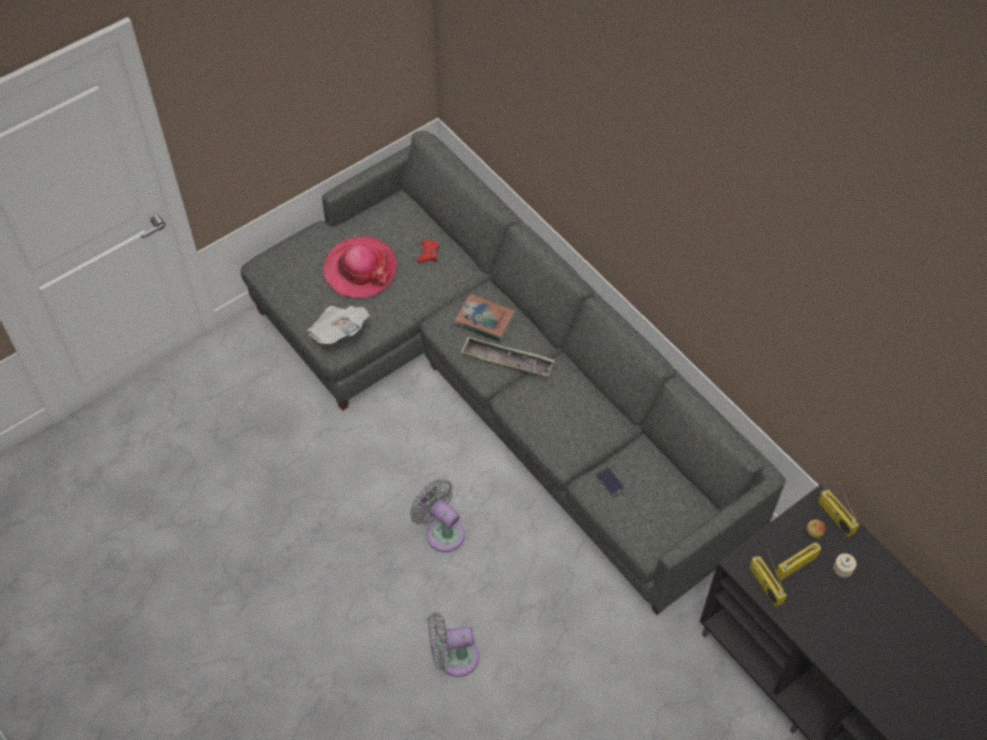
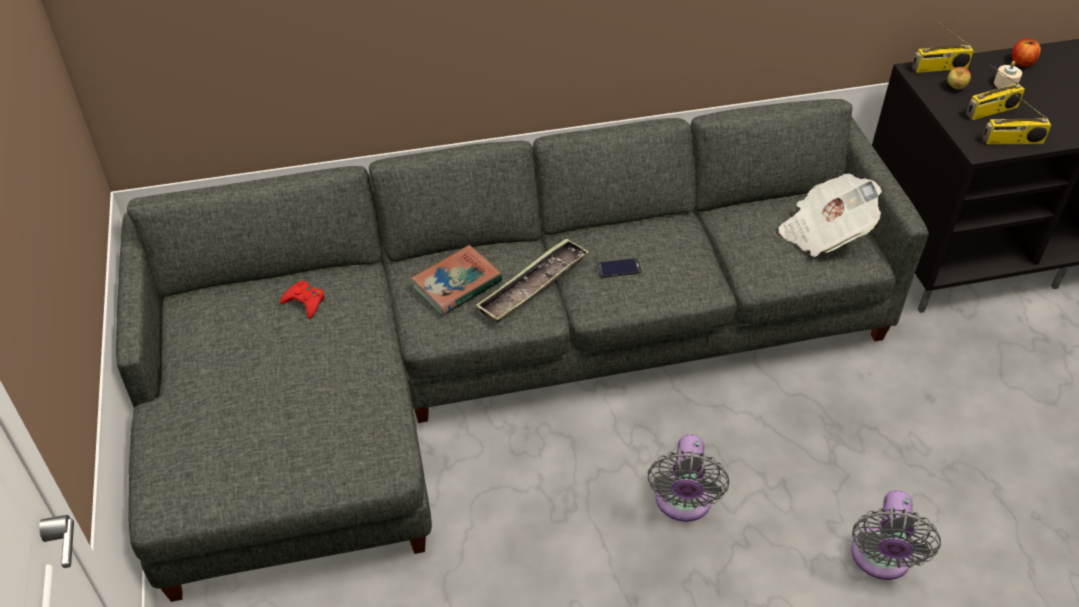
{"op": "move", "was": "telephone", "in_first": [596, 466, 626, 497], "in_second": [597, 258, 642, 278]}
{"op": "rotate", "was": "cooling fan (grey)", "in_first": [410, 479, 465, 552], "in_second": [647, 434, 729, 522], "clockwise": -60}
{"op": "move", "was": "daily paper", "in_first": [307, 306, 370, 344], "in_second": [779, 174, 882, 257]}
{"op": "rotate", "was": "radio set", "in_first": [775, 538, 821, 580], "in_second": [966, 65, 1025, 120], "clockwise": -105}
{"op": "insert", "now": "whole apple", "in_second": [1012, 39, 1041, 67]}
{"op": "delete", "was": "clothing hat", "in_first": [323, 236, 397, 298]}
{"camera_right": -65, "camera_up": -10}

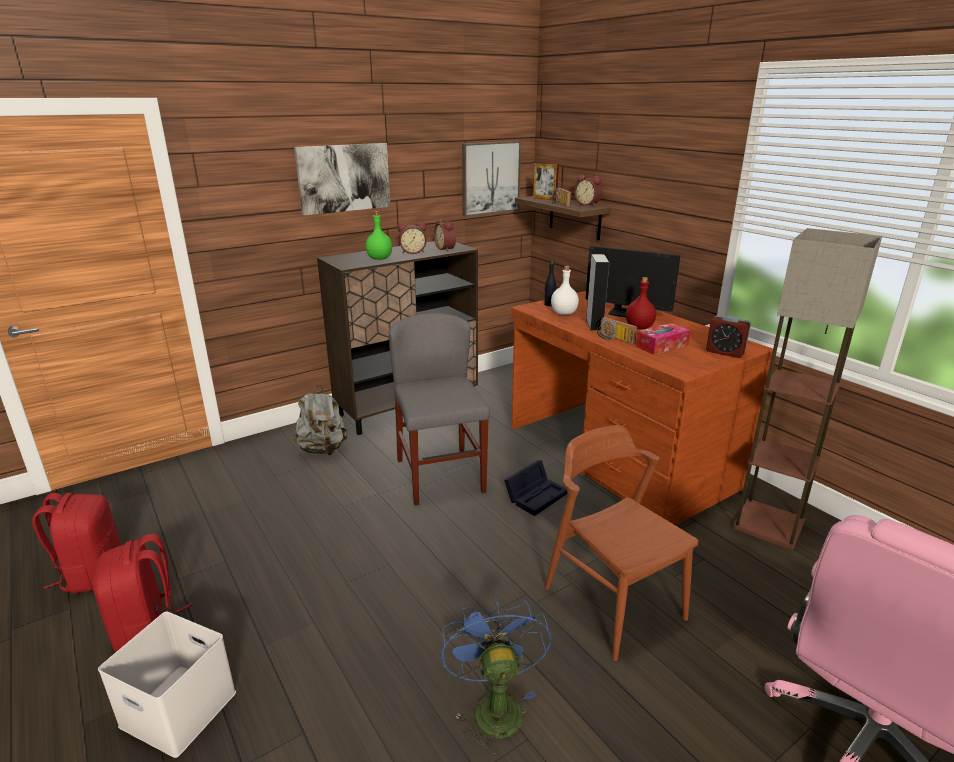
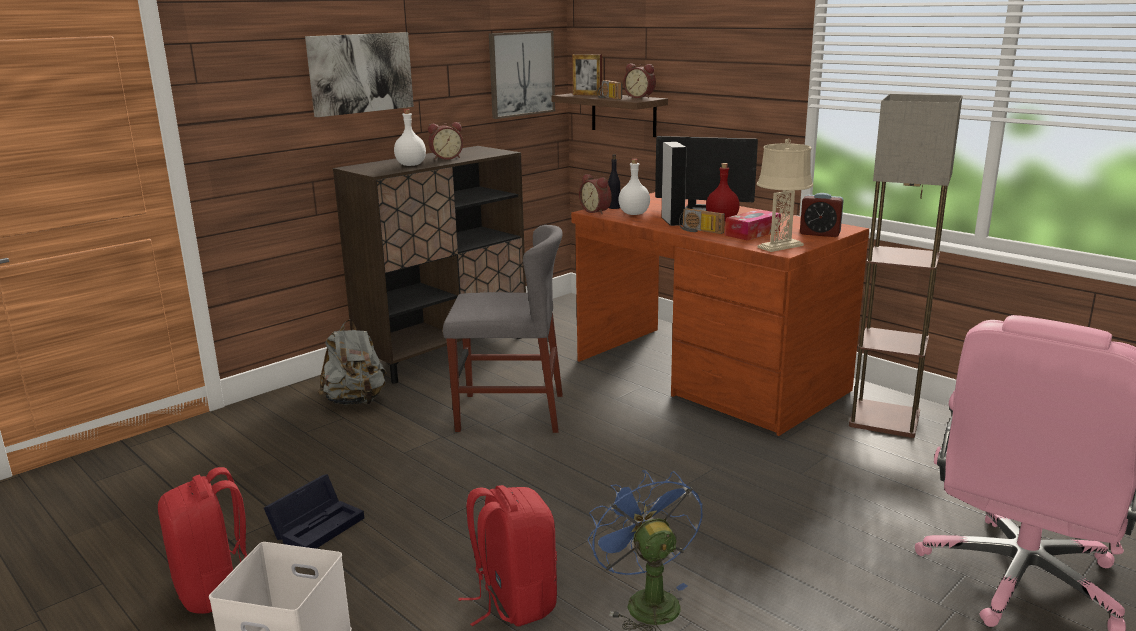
{"op": "move", "was": "storage container (black-coloured)", "in_first": [504, 460, 567, 516], "in_second": [264, 474, 364, 549]}
{"op": "recolor", "was": "drink bottle (greenish)", "now": "drink bottle (white-coloured)", "in_first": [365, 211, 392, 260], "in_second": [394, 109, 426, 166]}
{"op": "rotate", "was": "plain chair (grey)", "in_first": [389, 313, 490, 506], "in_second": [443, 225, 563, 433], "clockwise": 120}
{"op": "move", "was": "knapsack (red)", "in_first": [32, 493, 121, 594], "in_second": [458, 485, 557, 626]}
{"op": "move", "was": "table clock", "in_first": [434, 218, 456, 251], "in_second": [579, 174, 612, 214]}
{"op": "insert", "now": "lamp for a table (beige-coloured)", "in_second": [757, 139, 813, 252]}
{"op": "delete", "was": "plain chair (brownish)", "in_first": [545, 425, 698, 661]}
{"camera_right": -10, "camera_up": -5}

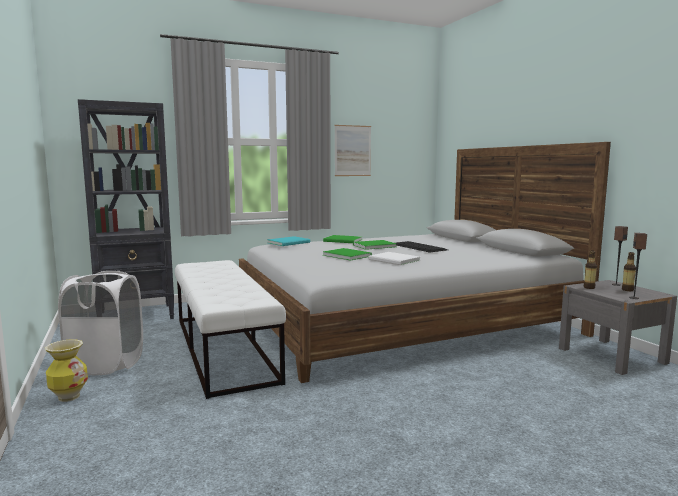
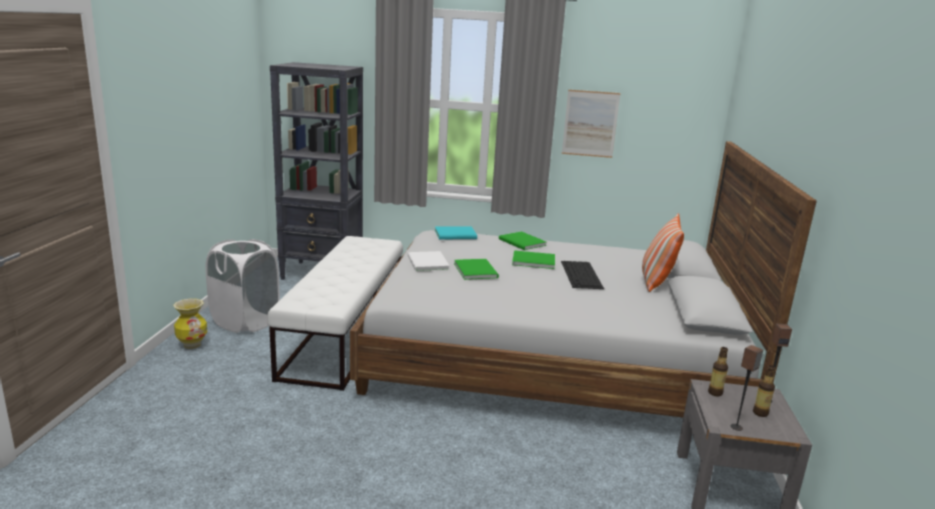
{"op": "move", "was": "bound book (white-coloured)", "in_first": [369, 252, 420, 265], "in_second": [408, 251, 449, 271]}
{"op": "insert", "now": "pillow", "in_second": [642, 214, 684, 292]}
{"camera_right": 30, "camera_up": 10}

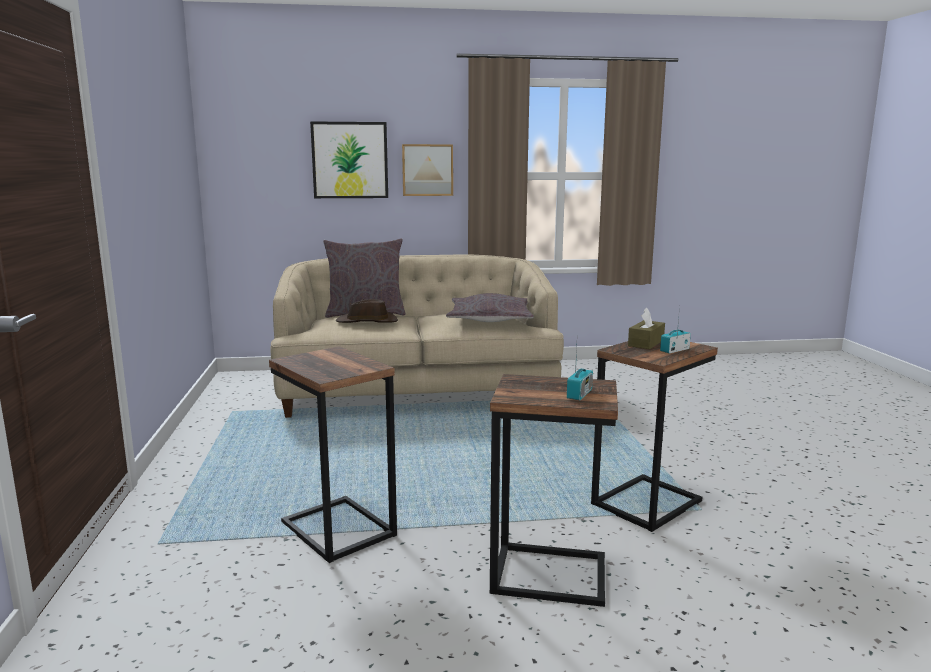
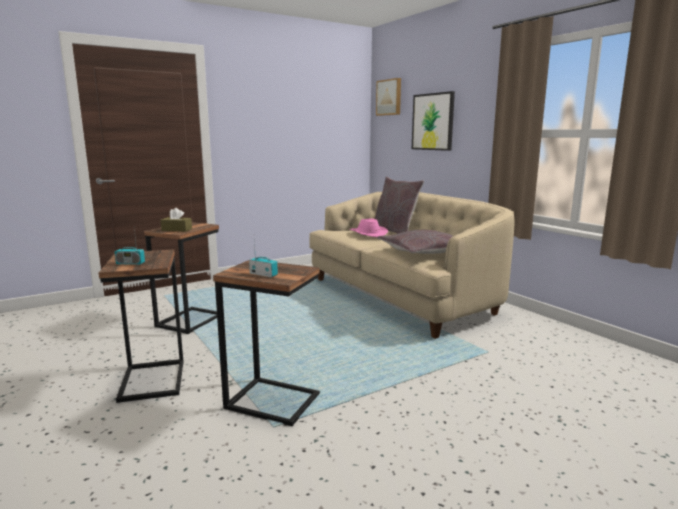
{"op": "move", "was": "tissue box (brownish)", "in_first": [628, 308, 665, 349], "in_second": [160, 208, 192, 232]}
{"op": "recolor", "was": "clothing hat (brownish)", "now": "clothing hat (pink-coloured)", "in_first": [336, 299, 398, 323], "in_second": [350, 218, 388, 237]}
{"op": "move", "was": "picture", "in_first": [402, 144, 453, 196], "in_second": [376, 78, 401, 116]}
{"camera_right": 65, "camera_up": 0}

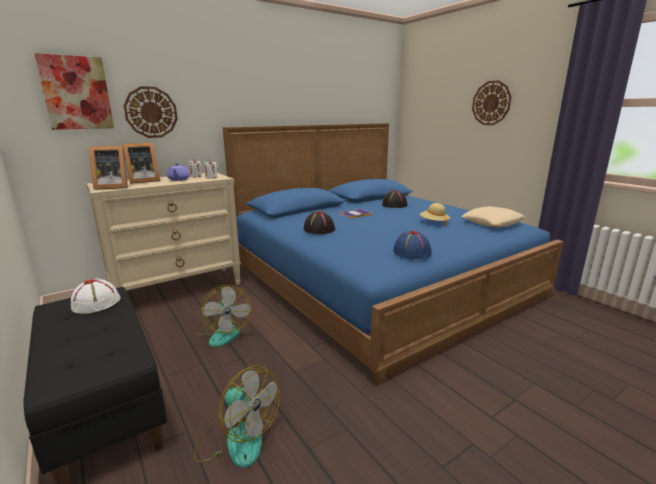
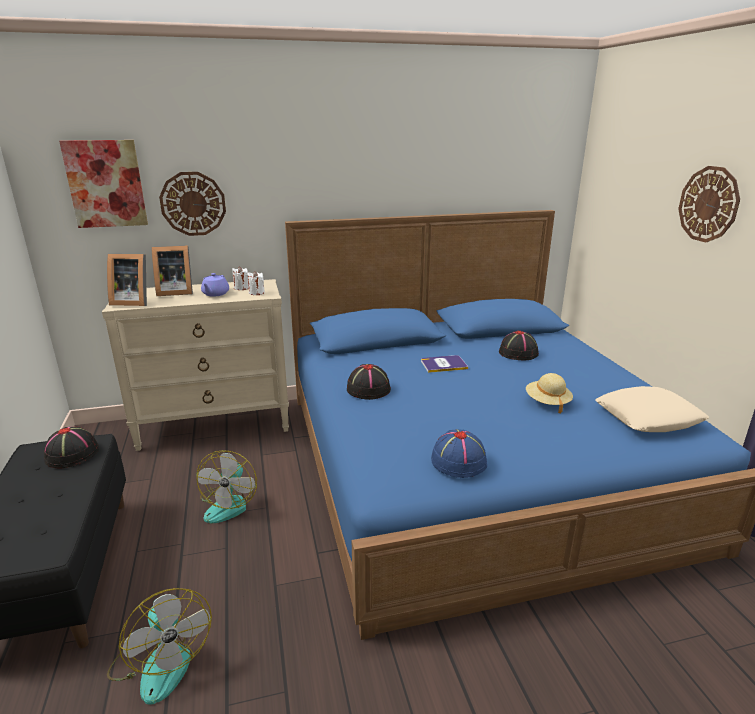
{"op": "recolor", "was": "clothing hat (white-coloured)", "now": "clothing hat (black-coloured)", "in_first": [71, 279, 121, 314], "in_second": [44, 426, 99, 468]}
{"camera_right": 20, "camera_up": 5}

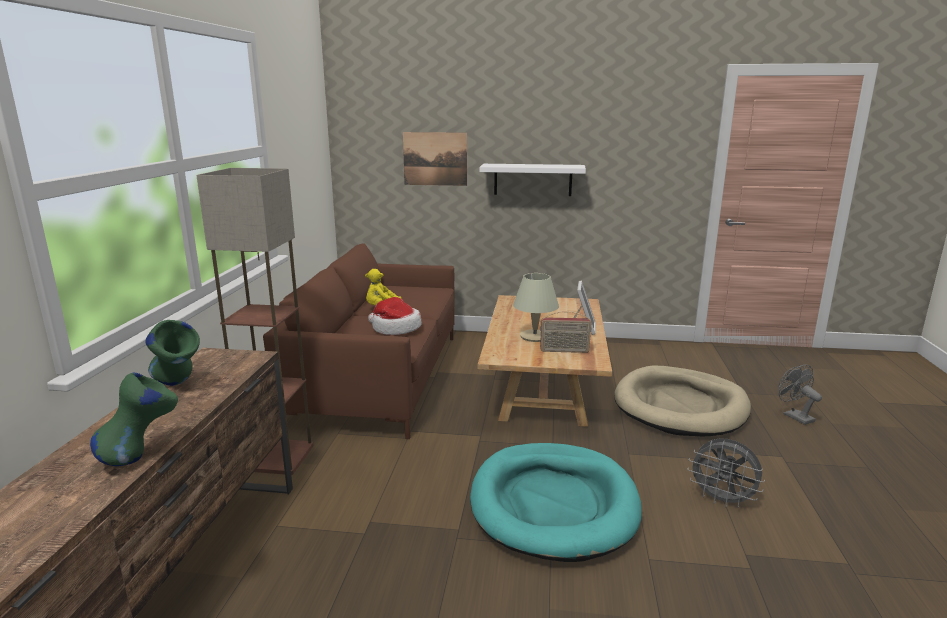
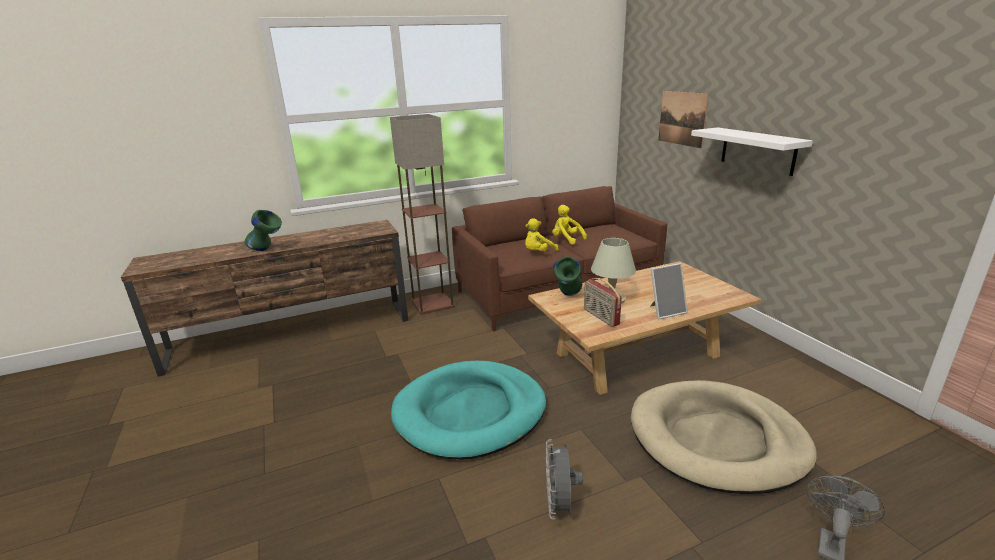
{"op": "replace", "was": "clothing hat", "now": "soft toy (yellow-coloured)", "in_first": [368, 297, 422, 335], "in_second": [525, 218, 559, 251]}
{"op": "move", "was": "decorative vase (greenish)", "in_first": [145, 320, 200, 386], "in_second": [553, 256, 582, 296]}
{"camera_right": 60, "camera_up": 5}

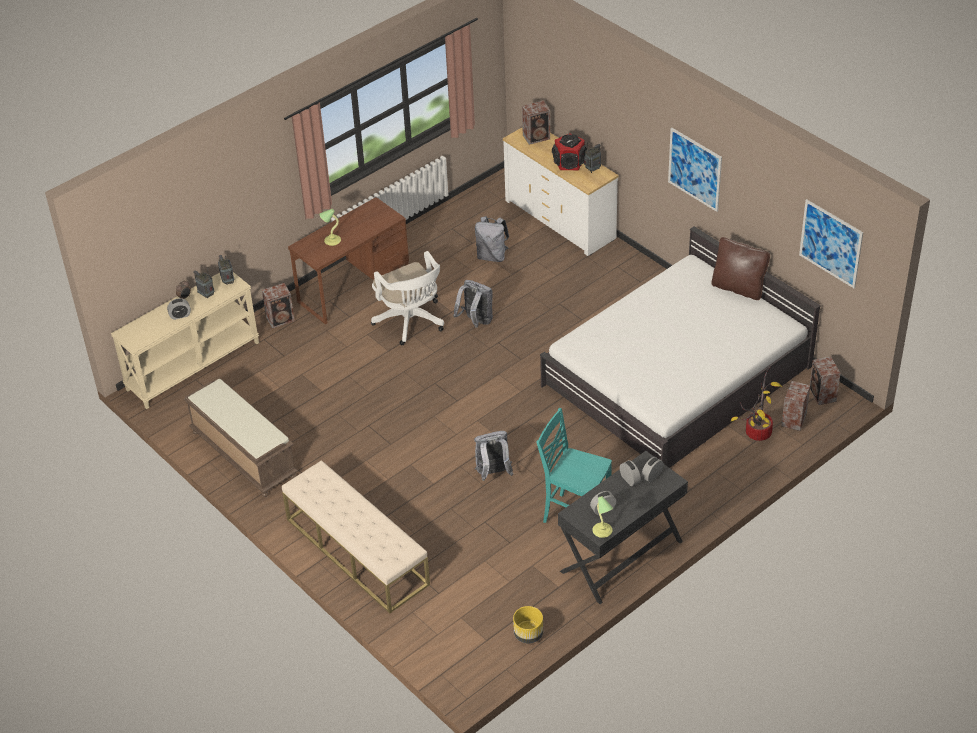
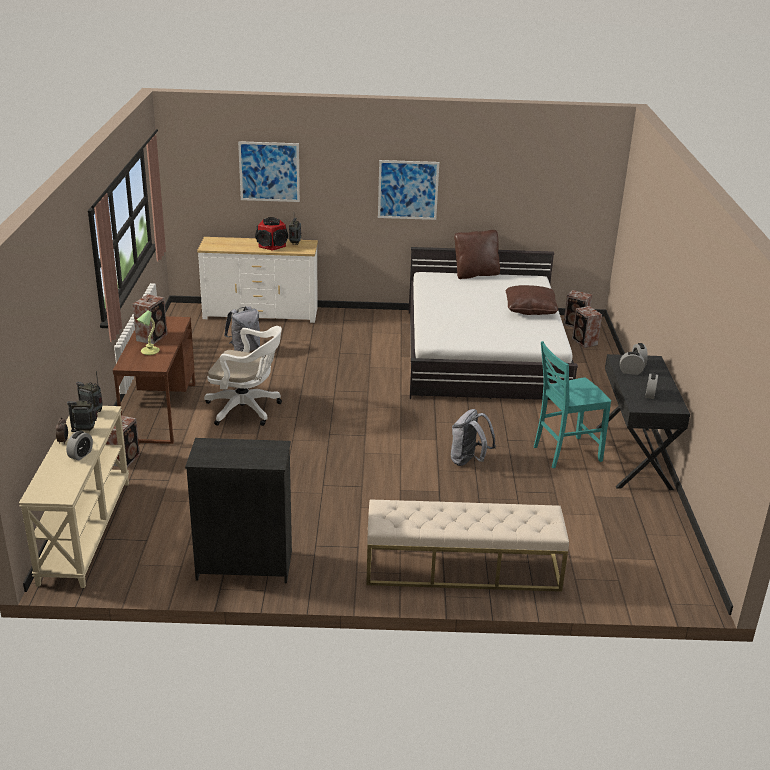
{"op": "move", "was": "loudspeaker", "in_first": [522, 101, 550, 145], "in_second": [133, 294, 167, 344]}
{"op": "replace", "was": "indoor bench (brownish)", "now": "dresser (black-coloured)", "in_first": [183, 378, 298, 497], "in_second": [185, 438, 292, 583]}
{"op": "move", "was": "picture", "in_first": [799, 199, 863, 289], "in_second": [238, 141, 300, 202]}
{"op": "insert", "now": "pillow (brownish)", "in_second": [505, 285, 558, 315]}
{"op": "delete", "was": "knapsack (grey)", "in_first": [453, 280, 493, 328]}
{"op": "delete", "was": "flower pot (yellow-coloured)", "in_first": [513, 606, 543, 643]}
{"op": "delete", "was": "lamp for a table", "in_first": [592, 496, 613, 538]}
{"op": "delete", "was": "houseplant", "in_first": [731, 366, 783, 441]}
{"camera_right": -50, "camera_up": -15}

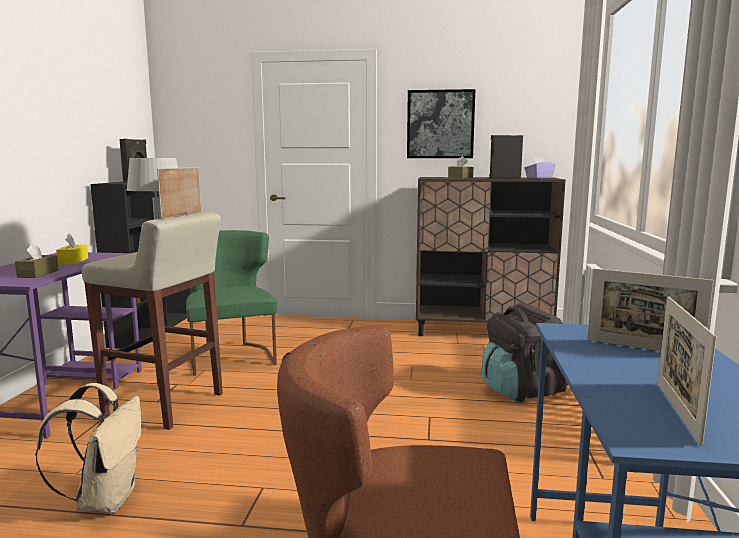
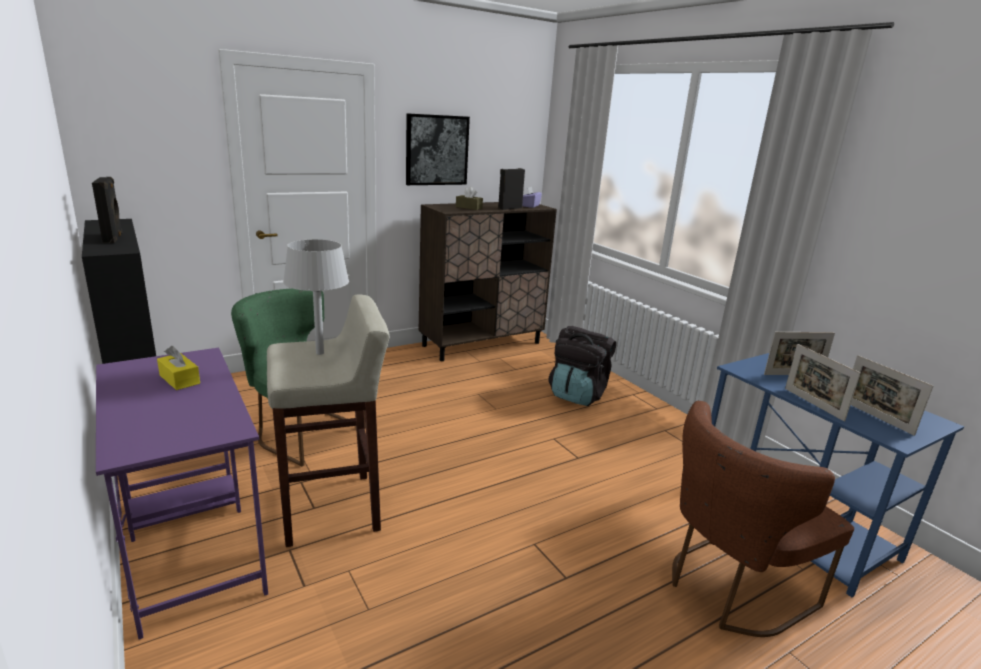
{"op": "move", "was": "picture frame", "in_first": [157, 167, 201, 219], "in_second": [785, 344, 860, 422]}
{"op": "delete", "was": "tissue box (brownish)", "in_first": [15, 243, 59, 278]}
{"op": "delete", "was": "knapsack (beige-coloured)", "in_first": [35, 383, 141, 513]}
{"camera_right": -40, "camera_up": 10}

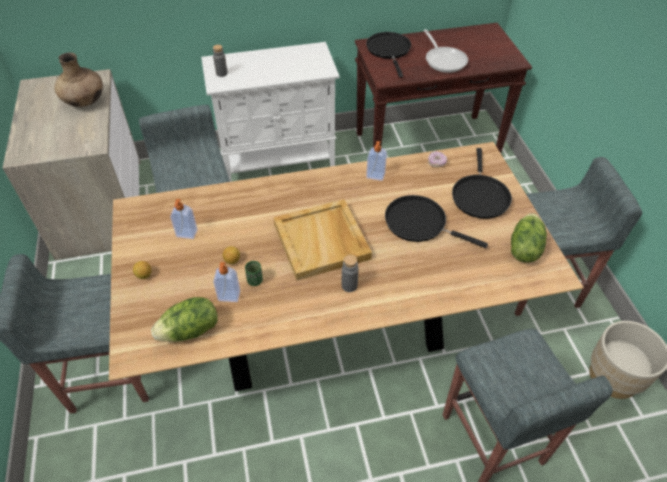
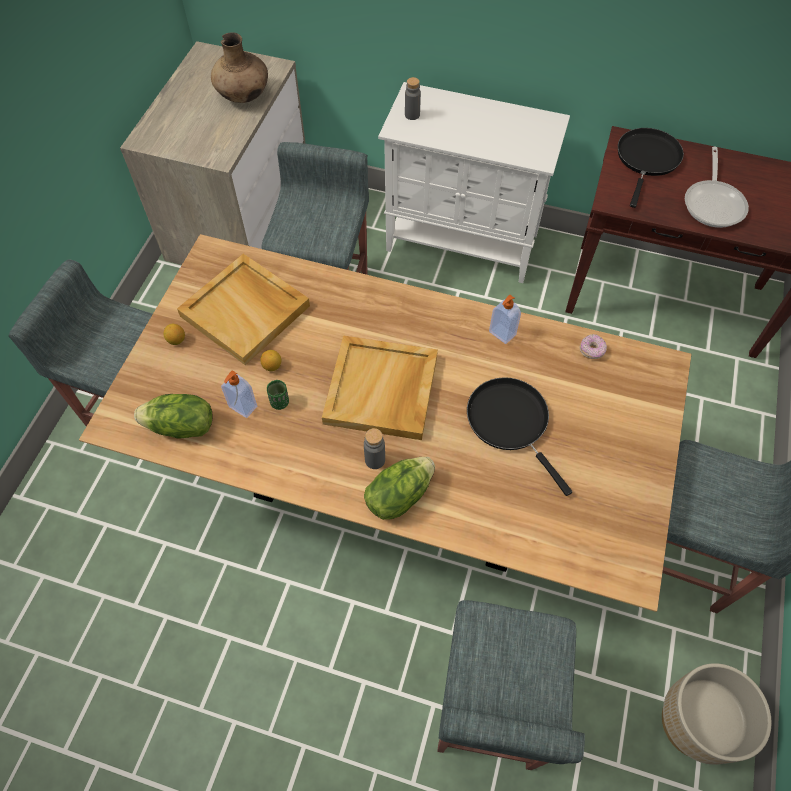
{"op": "replace", "was": "soap dispenser", "now": "serving tray (beige-coloured)", "in_first": [170, 199, 198, 239], "in_second": [177, 254, 310, 365]}
{"op": "move", "was": "head of lettuce", "in_first": [511, 213, 547, 263], "in_second": [364, 457, 435, 520]}
{"op": "delete", "was": "frying pan (black-coloured)", "in_first": [452, 148, 512, 219]}
{"camera_right": 30, "camera_up": 10}

